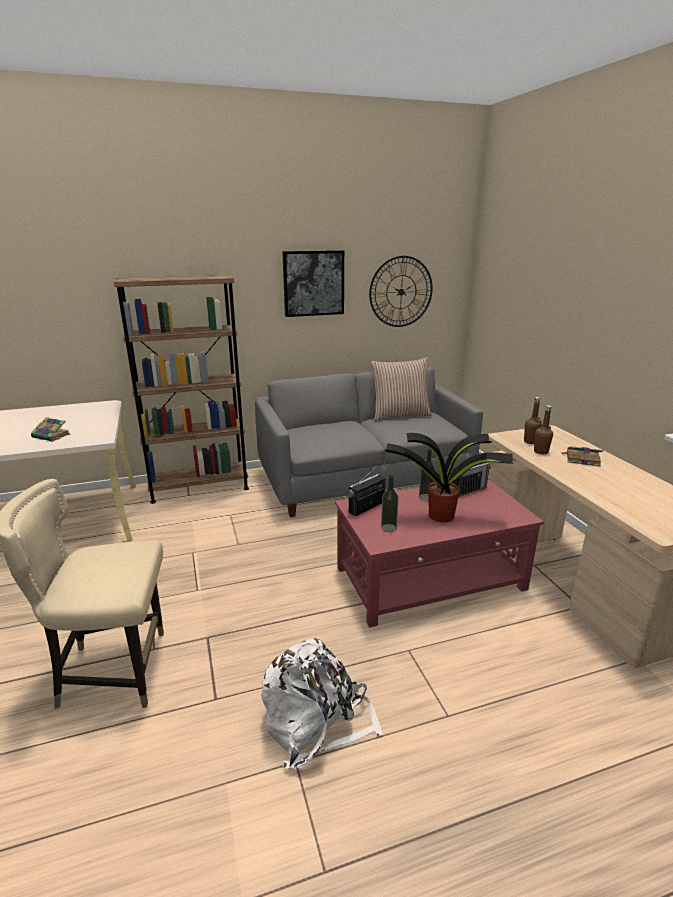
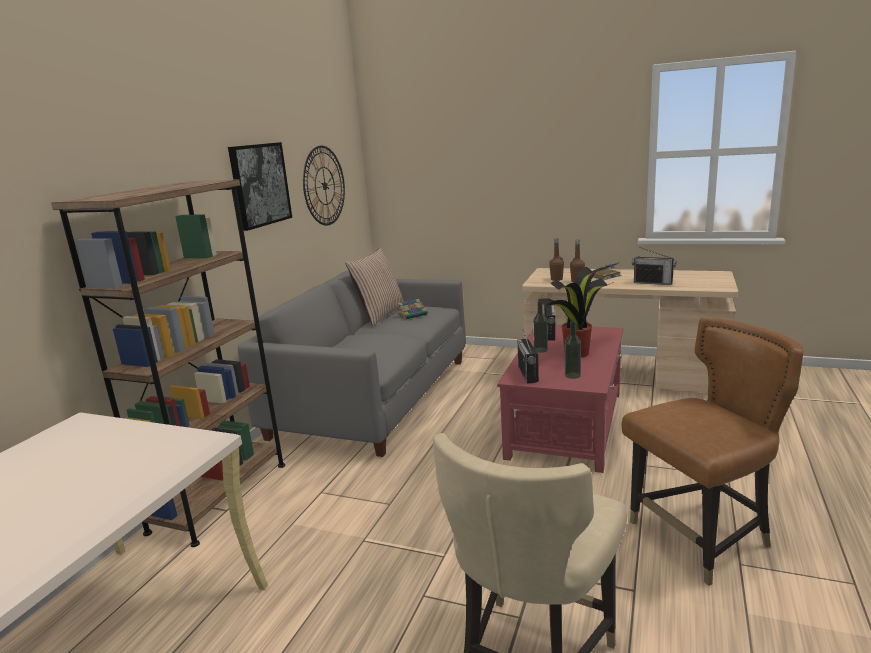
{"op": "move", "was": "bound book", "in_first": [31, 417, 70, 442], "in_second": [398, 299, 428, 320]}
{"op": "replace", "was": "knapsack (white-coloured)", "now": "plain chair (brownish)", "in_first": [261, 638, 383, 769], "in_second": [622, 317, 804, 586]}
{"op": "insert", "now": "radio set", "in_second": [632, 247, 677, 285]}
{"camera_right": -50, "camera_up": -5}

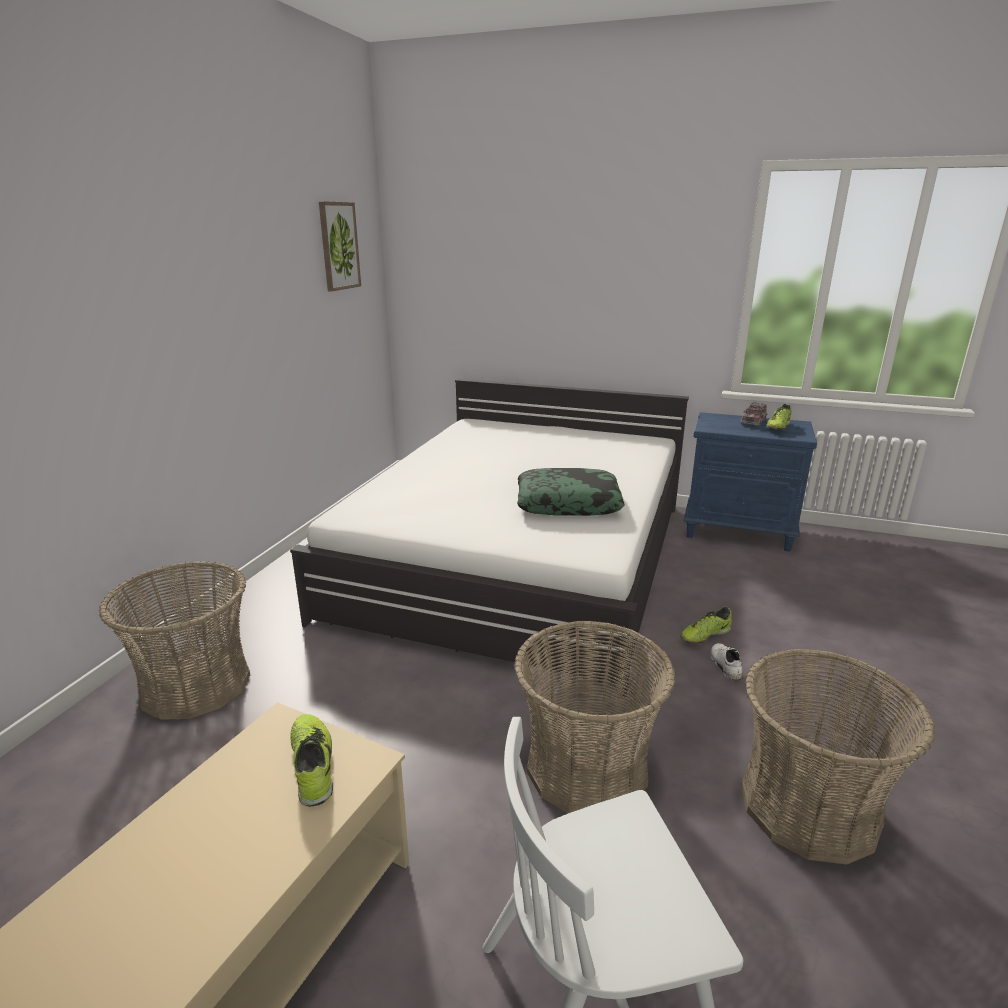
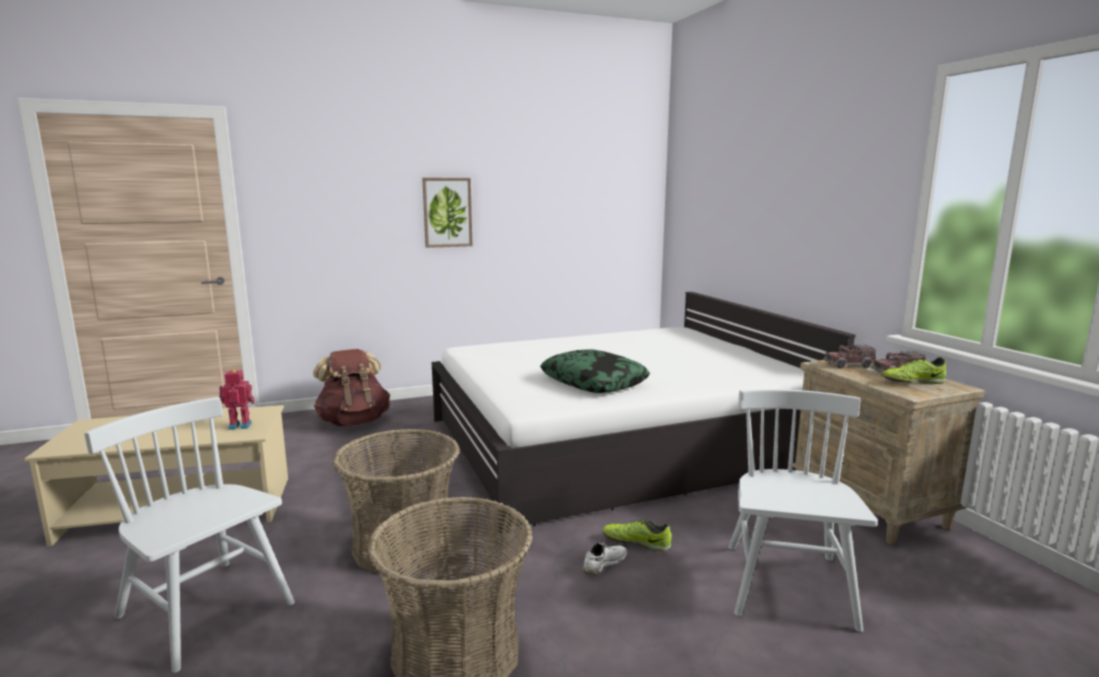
{"op": "replace", "was": "item of footwear", "now": "toy robot", "in_first": [290, 714, 333, 807], "in_second": [219, 369, 254, 430]}
{"op": "replace", "was": "storage basket", "now": "knapsack (brownish)", "in_first": [99, 561, 250, 720], "in_second": [313, 349, 390, 426]}
{"op": "move", "was": "picture", "in_first": [319, 201, 361, 292], "in_second": [422, 178, 473, 248]}
{"op": "insert", "now": "plain chair (white-coloured)", "in_second": [729, 389, 878, 632]}
{"op": "recolor", "was": "bedside table (blue-coloured)", "now": "bedside table (beige-coloured)", "in_first": [683, 412, 817, 551], "in_second": [793, 358, 985, 545]}
{"op": "insert", "now": "model truck", "in_second": [823, 345, 876, 368]}
{"camera_right": 50, "camera_up": -10}

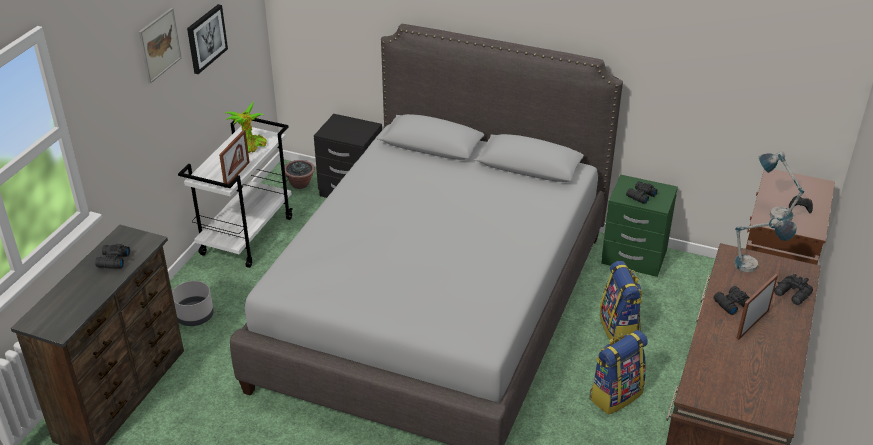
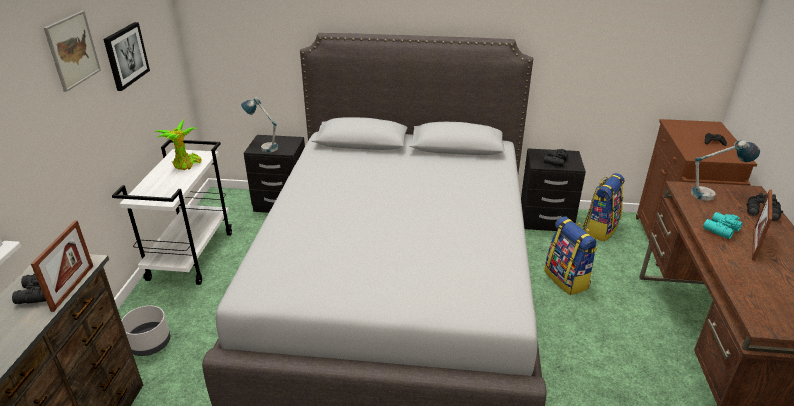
{"op": "move", "was": "picture frame", "in_first": [219, 130, 250, 188], "in_second": [31, 220, 93, 312]}
{"op": "move", "was": "lamp for a table", "in_first": [759, 151, 804, 221], "in_second": [241, 97, 278, 153]}
{"op": "recolor", "was": "bedside table (greenish)", "now": "bedside table (black-coloured)", "in_first": [601, 174, 678, 277], "in_second": [521, 148, 586, 231]}
{"op": "move", "was": "knapsack", "in_first": [590, 330, 648, 415], "in_second": [583, 173, 624, 242]}
{"op": "recolor", "was": "binoculars (black-coloured)", "now": "binoculars (turquoise-coloured)", "in_first": [713, 286, 750, 315], "in_second": [703, 212, 743, 239]}
{"op": "delete", "was": "houseplant", "in_first": [284, 160, 315, 189]}
{"camera_right": -15, "camera_up": -5}

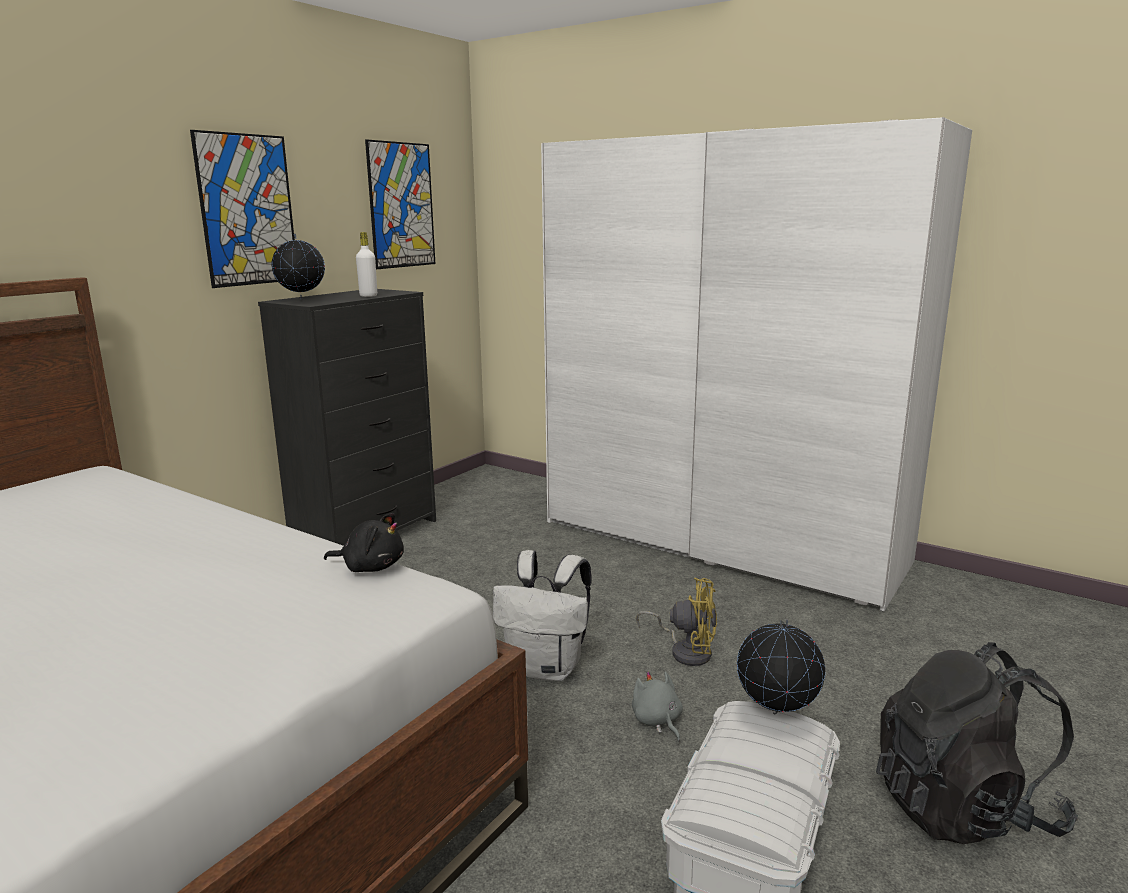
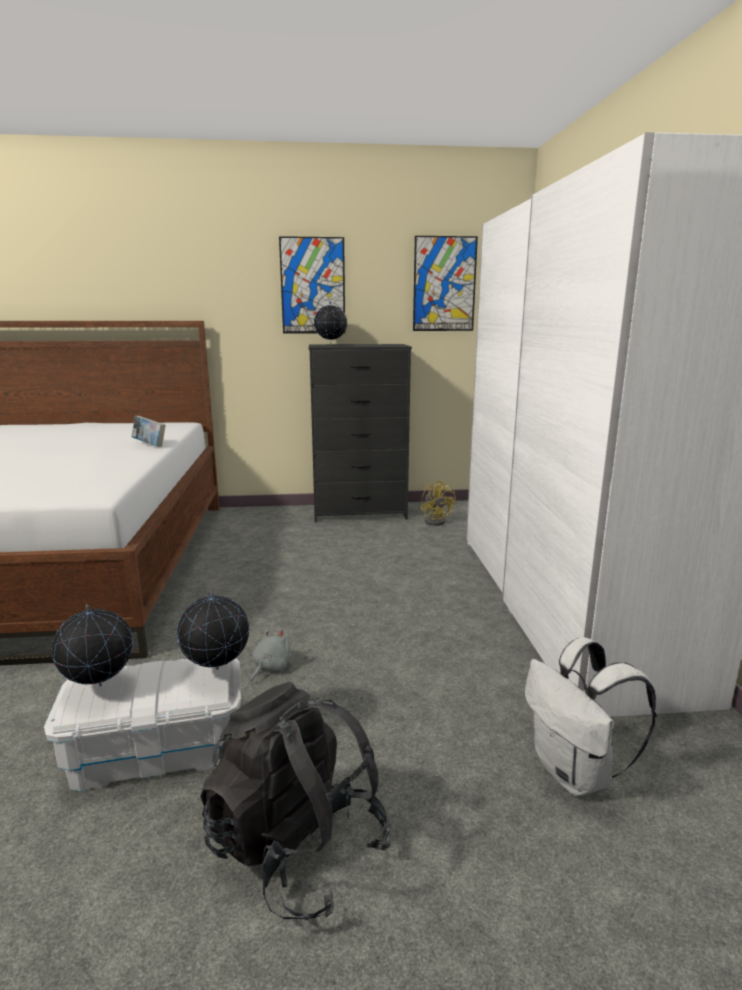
{"op": "insert", "now": "world globe", "in_second": [52, 604, 133, 686]}
{"op": "insert", "now": "bound book", "in_second": [132, 416, 166, 447]}
{"op": "move", "was": "cooling fan (yellow-coloured)", "in_first": [636, 578, 717, 666], "in_second": [421, 480, 456, 526]}
{"op": "move", "was": "knapsack (white-coloured)", "in_first": [493, 550, 591, 681], "in_second": [525, 637, 657, 796]}
{"op": "delete", "was": "soft toy (black-coloured)", "in_first": [324, 513, 404, 572]}
{"op": "delete", "was": "drink bottle (white-coloured)", "in_first": [356, 232, 377, 297]}
{"camera_right": 50, "camera_up": 0}

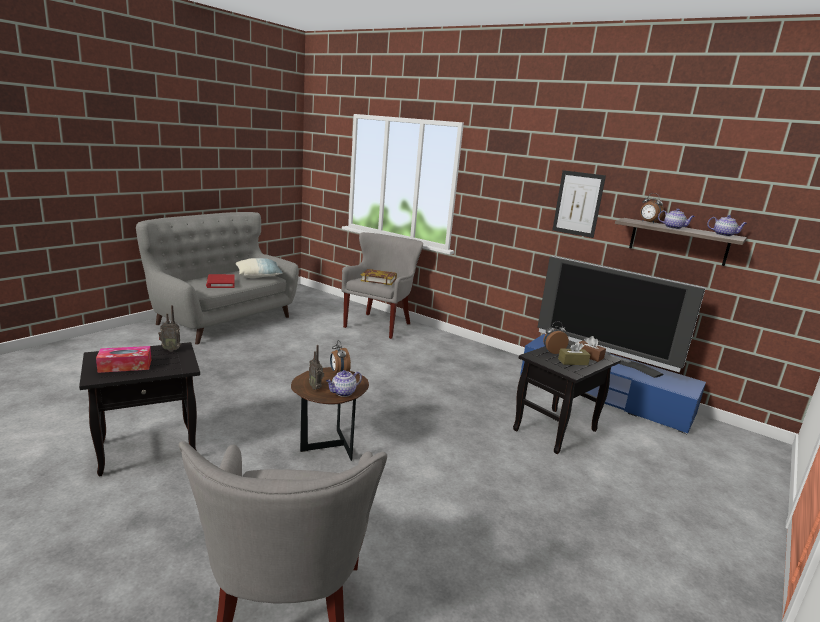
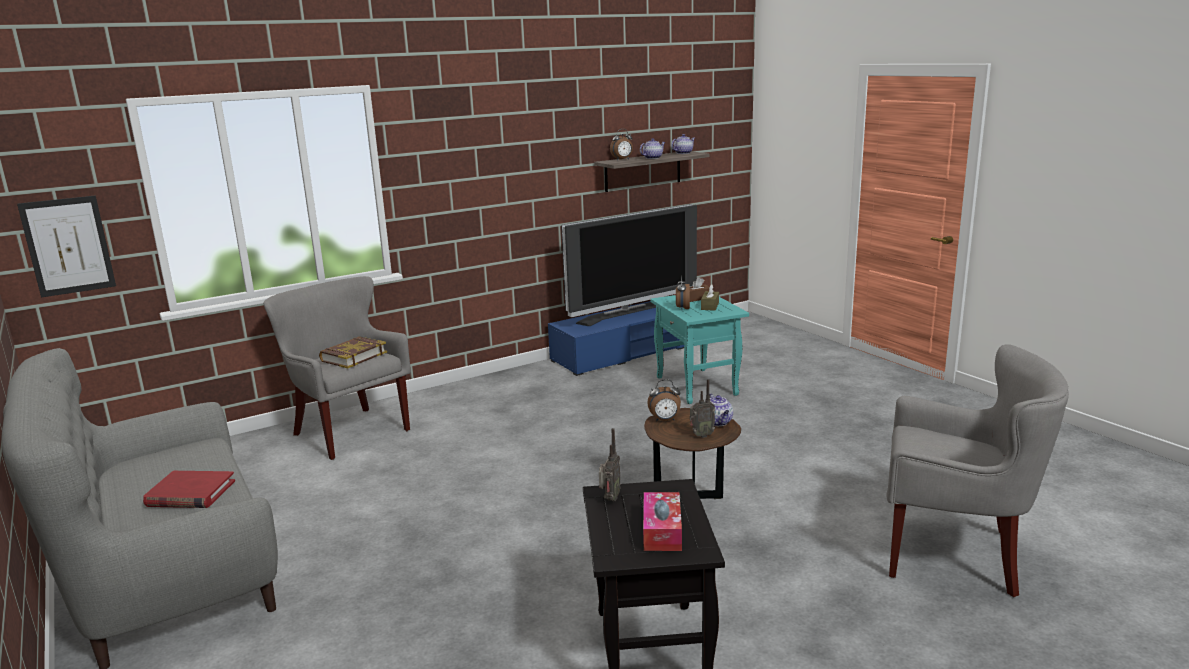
{"op": "move", "was": "picture", "in_first": [552, 170, 606, 238], "in_second": [17, 196, 116, 298]}
{"op": "recolor", "was": "end table (black-coloured)", "now": "end table (turquoise-coloured)", "in_first": [513, 340, 621, 454], "in_second": [650, 295, 749, 404]}
{"op": "delete", "was": "pillow", "in_first": [235, 258, 283, 278]}
{"camera_right": -65, "camera_up": 0}

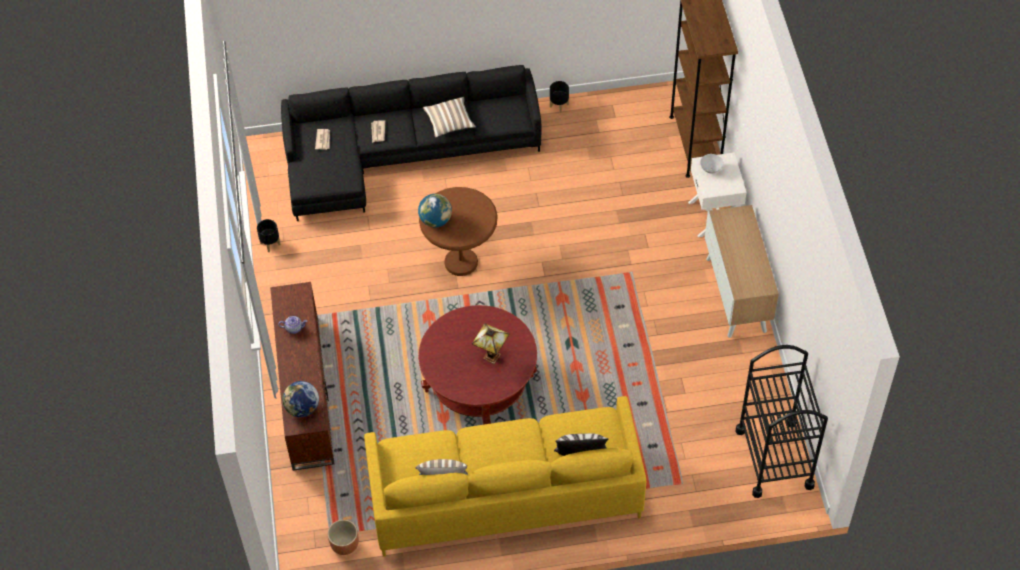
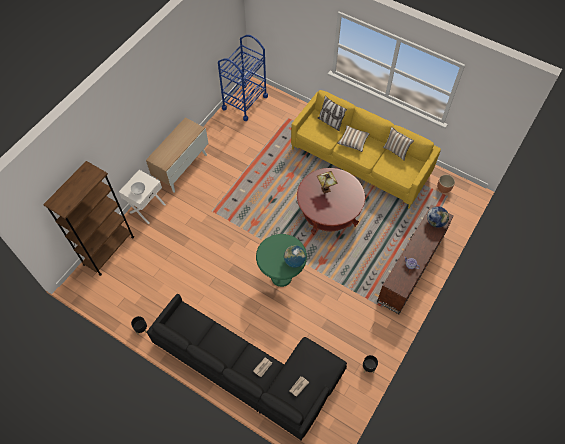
{"op": "recolor", "was": "cart (black-coloured)", "now": "cart (blue-coloured)", "in_first": [735, 345, 828, 498], "in_second": [218, 35, 268, 121]}
{"op": "recolor", "was": "end table (brownish)", "now": "end table (greenish)", "in_first": [419, 187, 497, 276], "in_second": [256, 234, 307, 287]}
{"op": "move", "was": "pillow", "in_first": [423, 97, 476, 138], "in_second": [337, 125, 370, 152]}
{"camera_right": -140, "camera_up": 5}

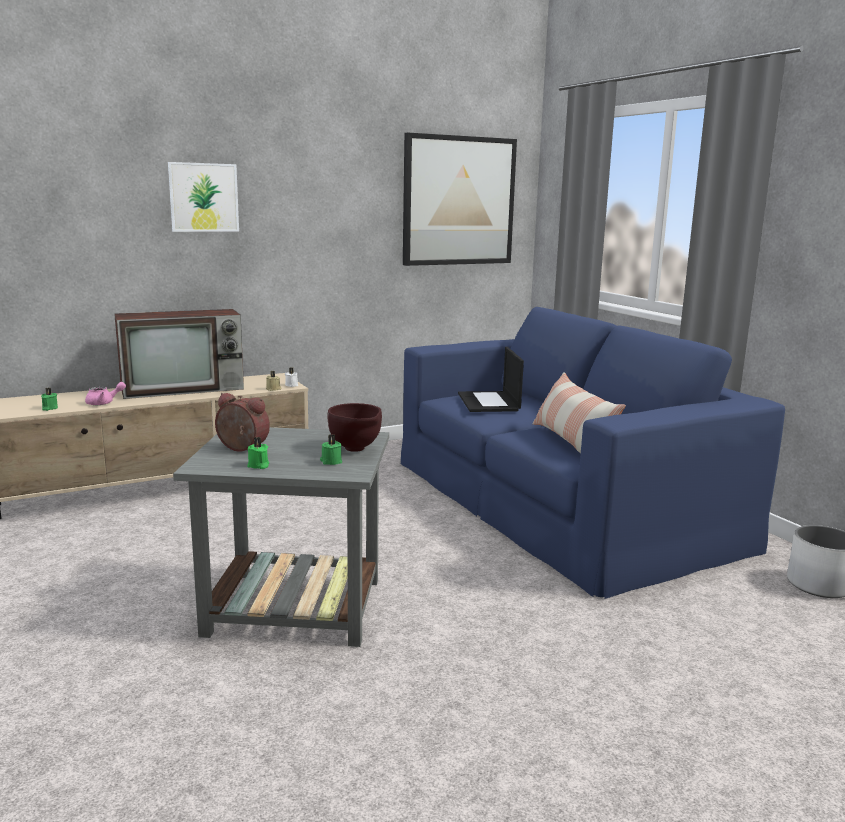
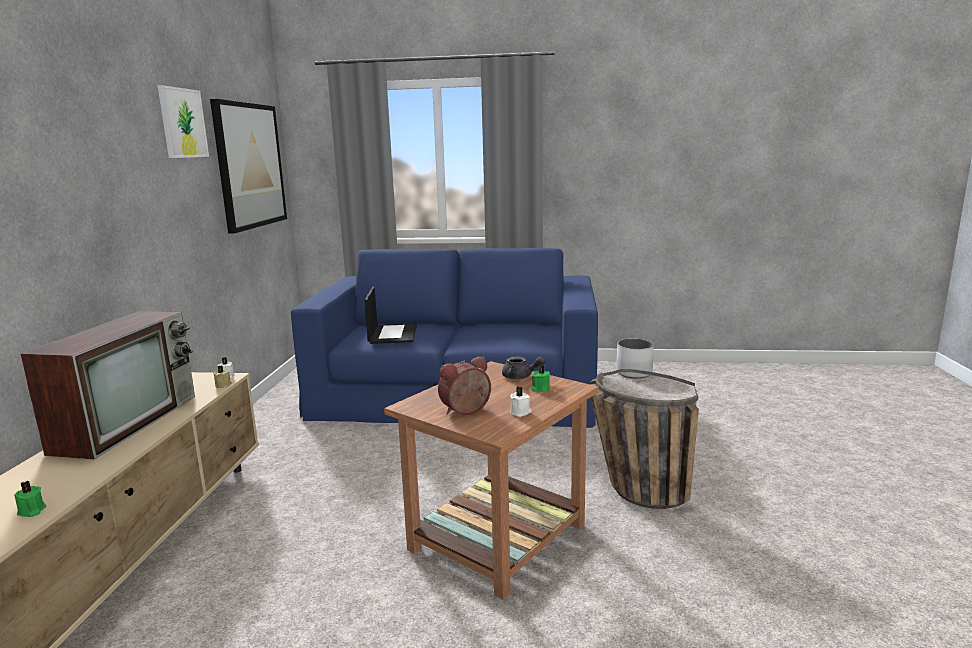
{"op": "move", "was": "picture", "in_first": [168, 162, 239, 232], "in_second": [157, 85, 209, 158]}
{"op": "rotate", "was": "laptop", "in_first": [458, 347, 524, 412], "in_second": [364, 287, 417, 344], "clockwise": -120}
{"op": "recolor", "was": "end table (grey)", "now": "end table (brownish)", "in_first": [173, 427, 389, 647], "in_second": [384, 361, 599, 600]}
{"op": "replace", "was": "serving bowl (brownish)", "now": "tea pot (grey)", "in_first": [327, 403, 382, 452], "in_second": [502, 357, 545, 379]}
{"op": "recolor", "was": "wax light (greenish)", "now": "wax light (white-coloured)", "in_first": [247, 437, 269, 469], "in_second": [510, 386, 532, 417]}
{"op": "insert", "now": "storage basket", "in_second": [590, 369, 699, 509]}
{"op": "delete", "was": "tea pot (pink-coloured)", "in_first": [85, 382, 126, 405]}
{"op": "delete", "was": "pillow", "in_first": [532, 372, 626, 454]}
{"camera_right": -55, "camera_up": 0}

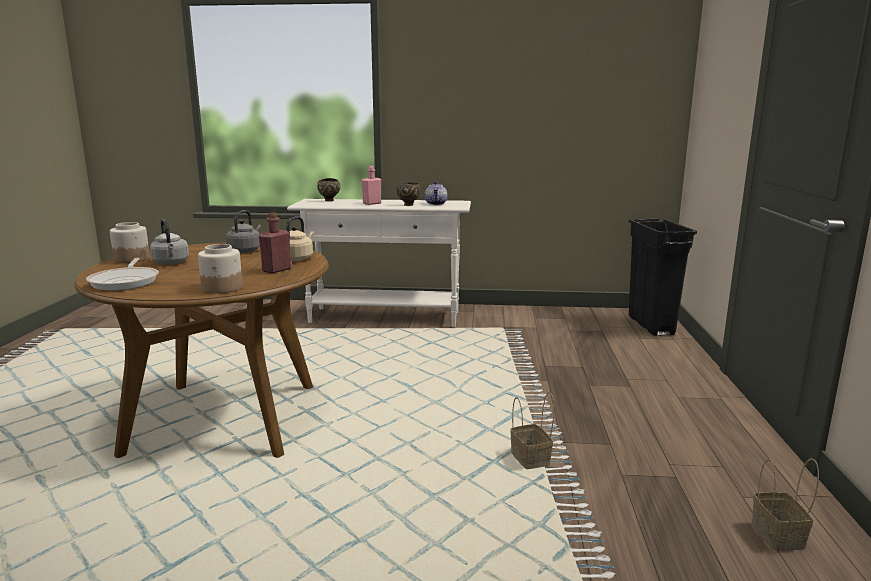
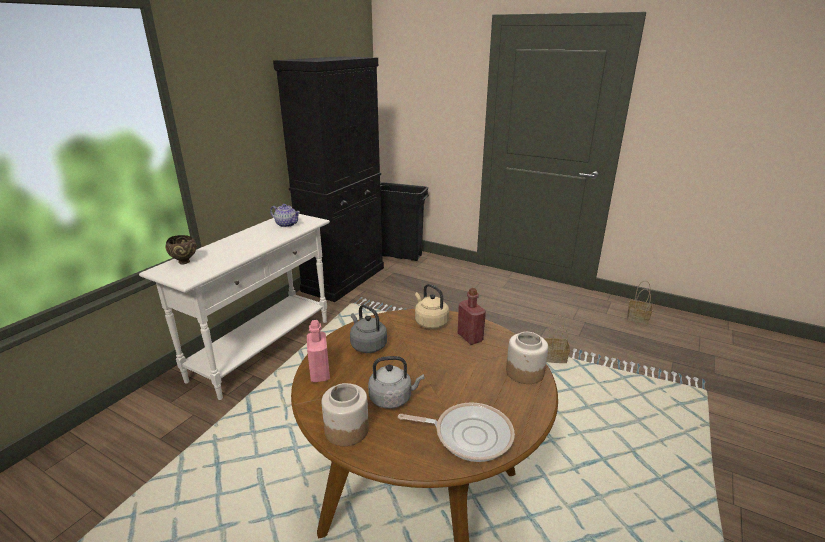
{"op": "insert", "now": "storage cabinet (black-coloured)", "in_second": [273, 56, 384, 302]}
{"op": "move", "was": "drink bottle (pink-coloured)", "in_first": [362, 166, 381, 205], "in_second": [307, 320, 330, 382]}
{"op": "delete", "was": "serving bowl (brownish)", "in_first": [396, 182, 421, 206]}
{"camera_right": -65, "camera_up": 10}

